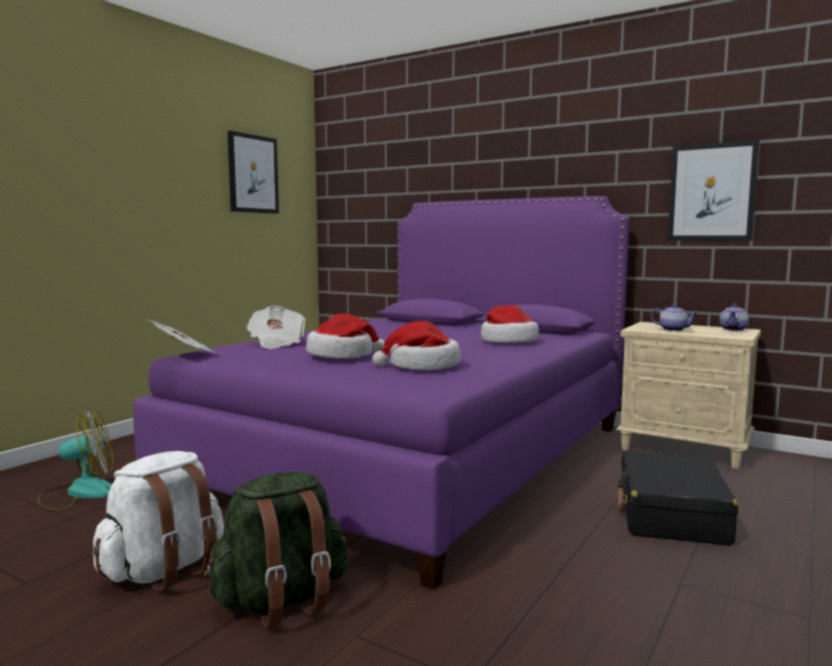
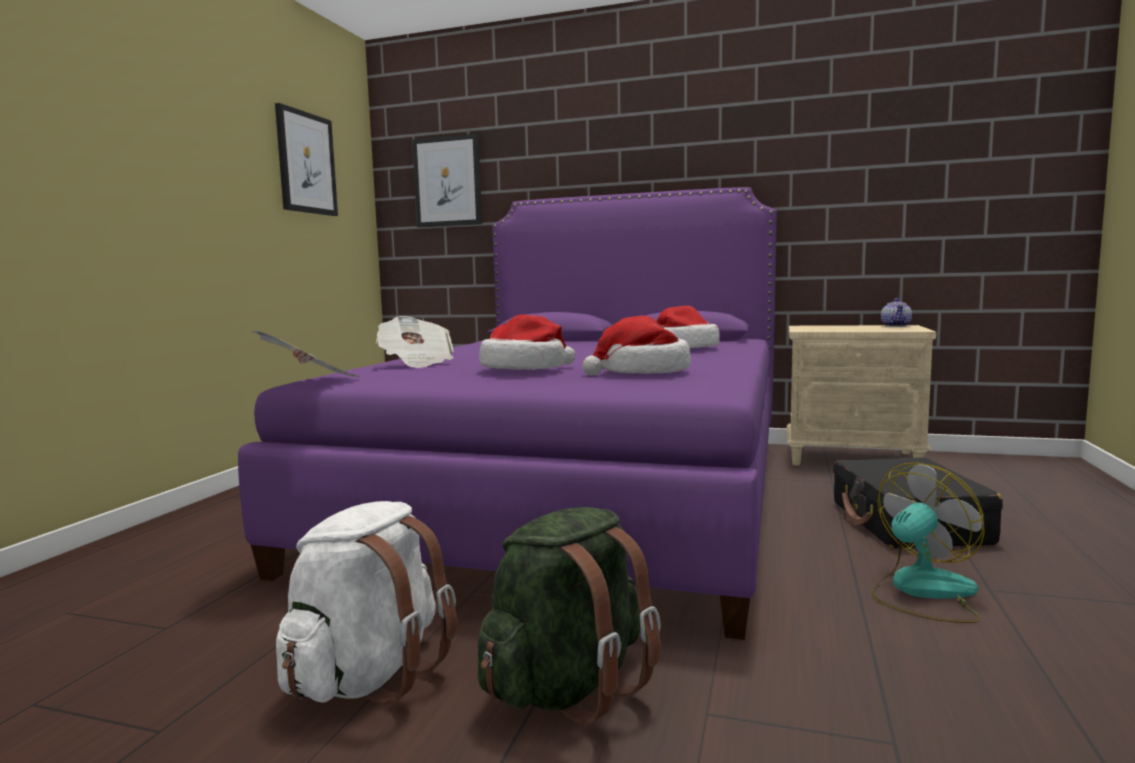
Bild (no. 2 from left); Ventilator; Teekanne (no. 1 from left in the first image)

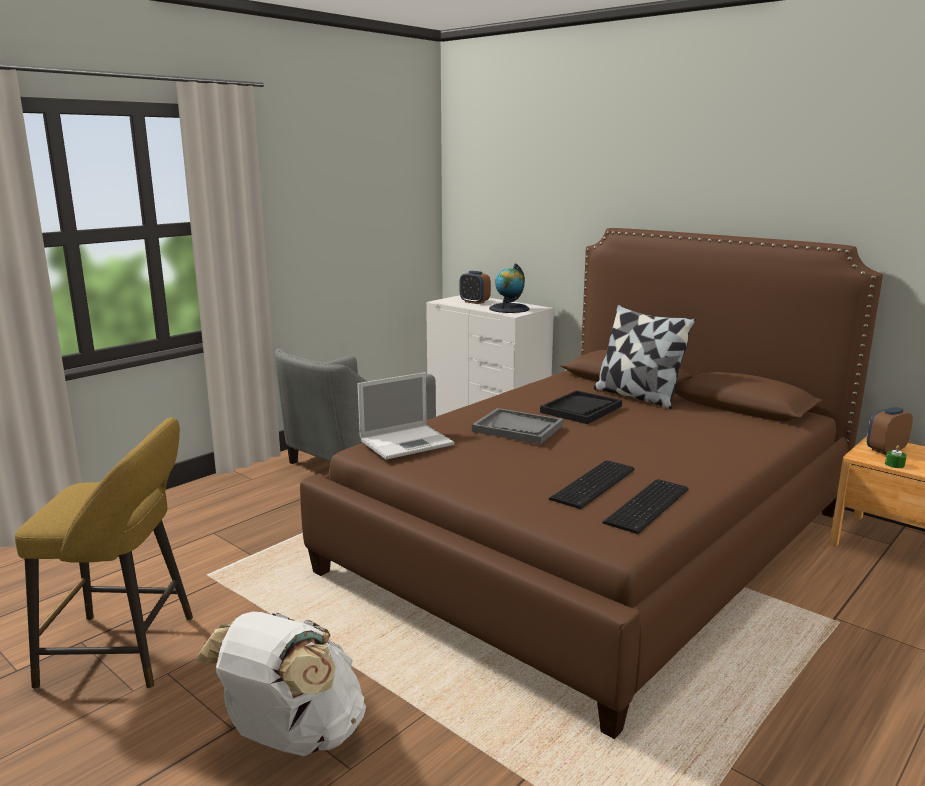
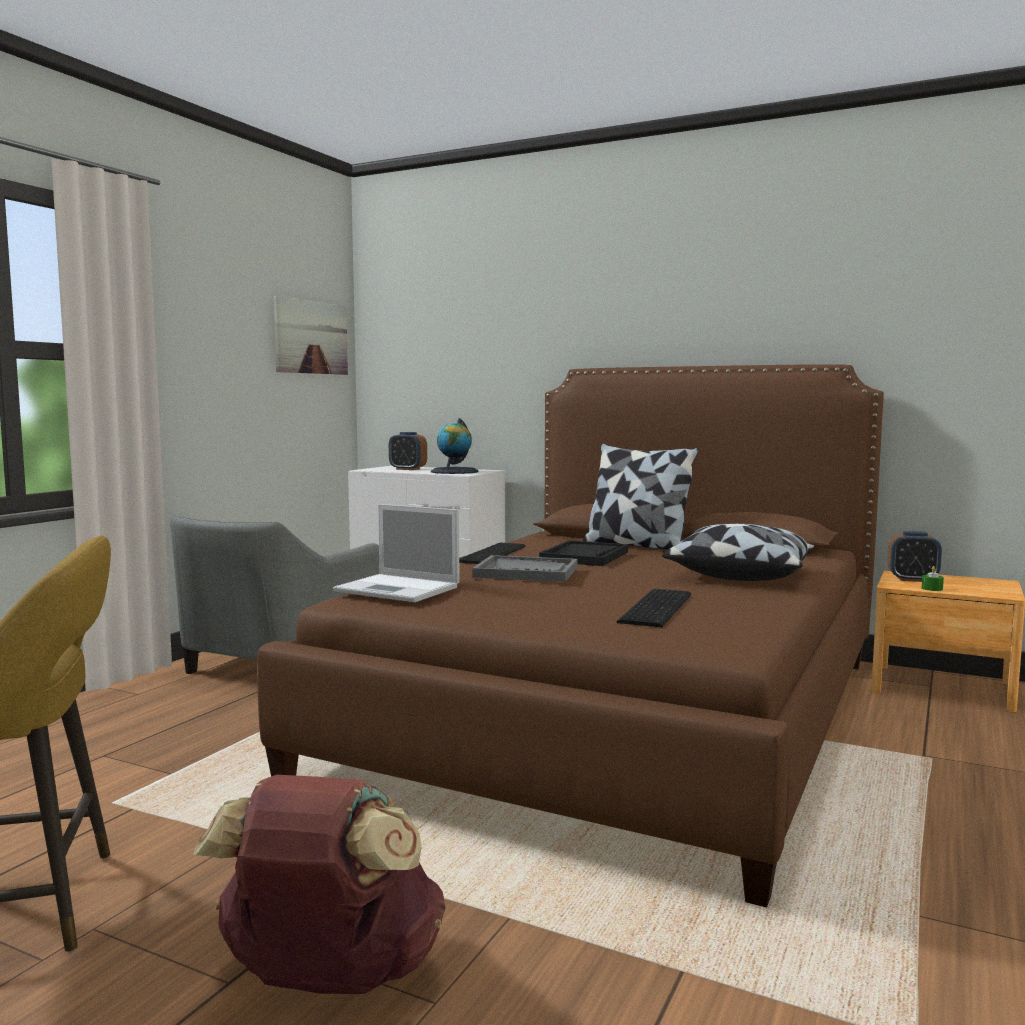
Rucksack (braun); Bild; Laptop; Tastatur (no. 1 from left); Kissen (no. 2 from left); Wecker (no. 2 from left)

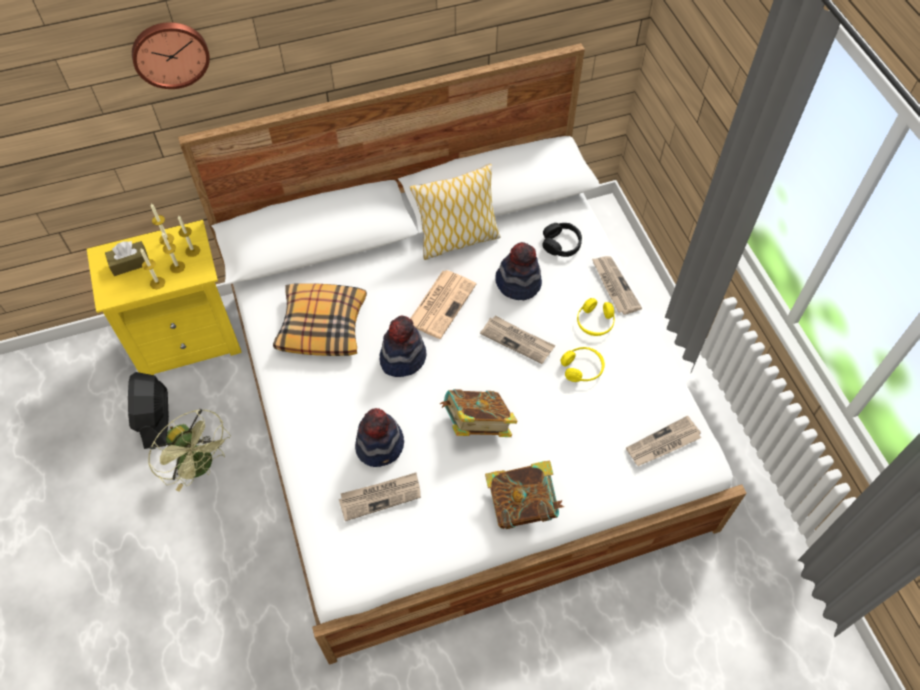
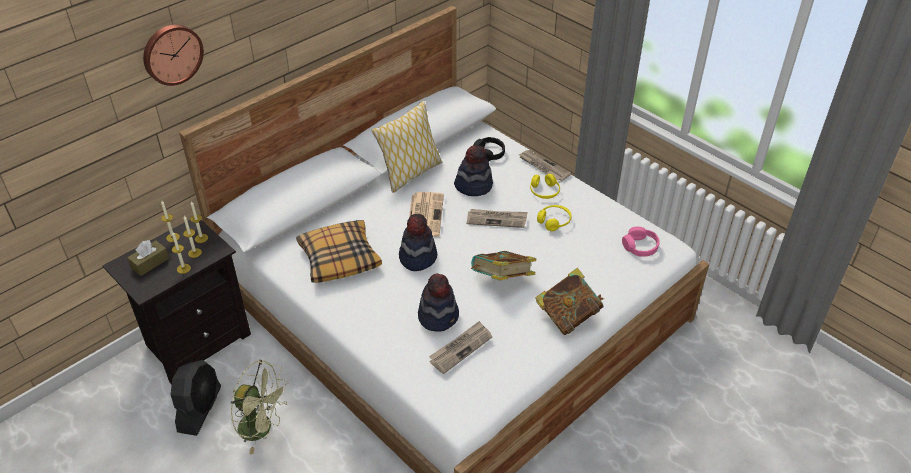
Nachttisch (schwarz); Ventilator (schwarz); Kopfhörer (rosa)

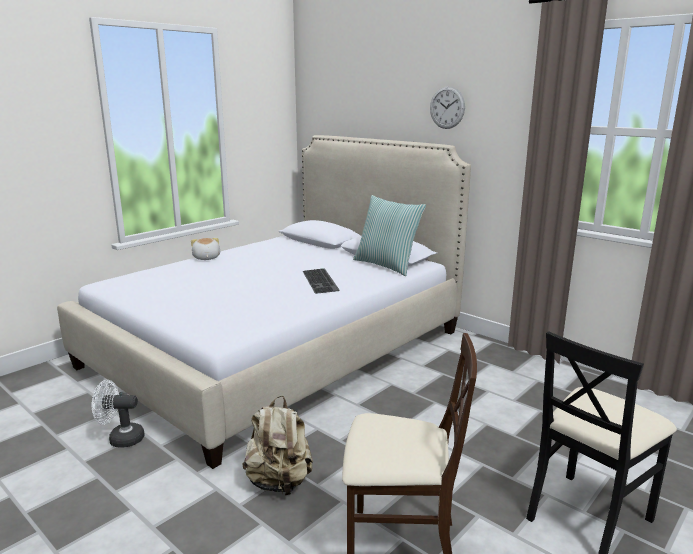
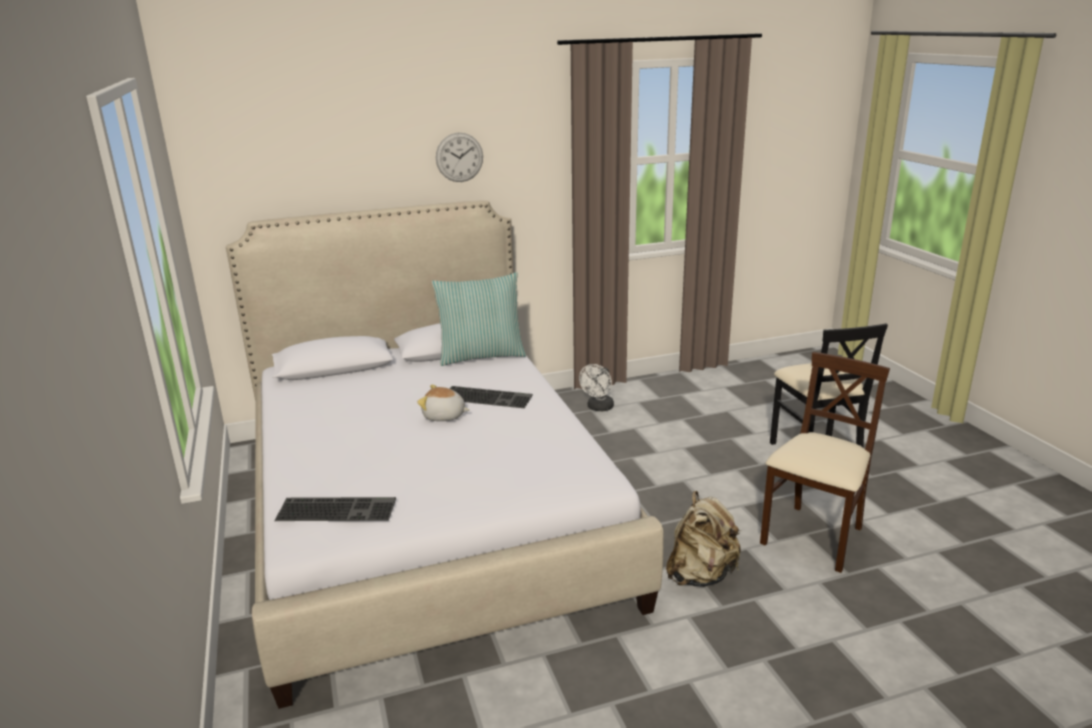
Tastatur (no. 1 from left); Plüschtier; Ventilator (weiß)

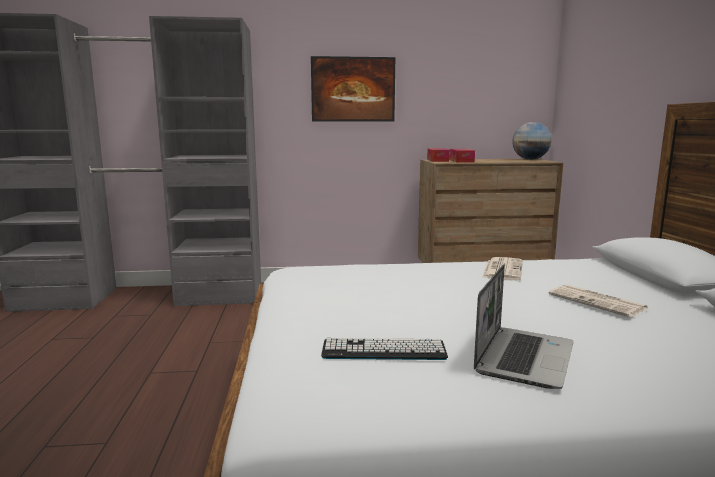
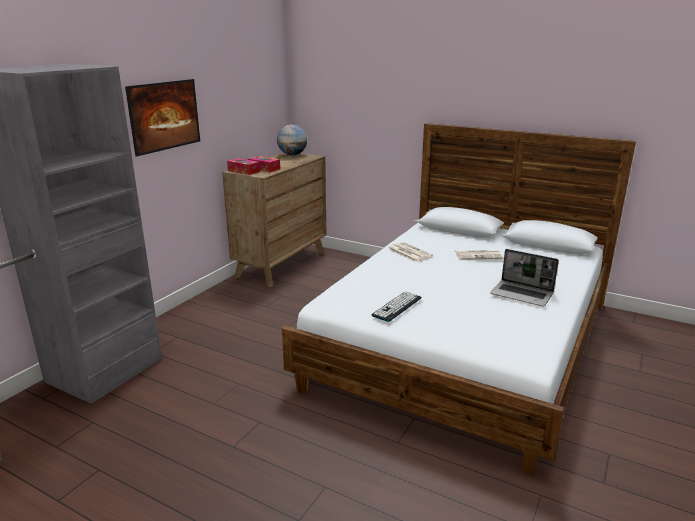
Tastatur; Laptop

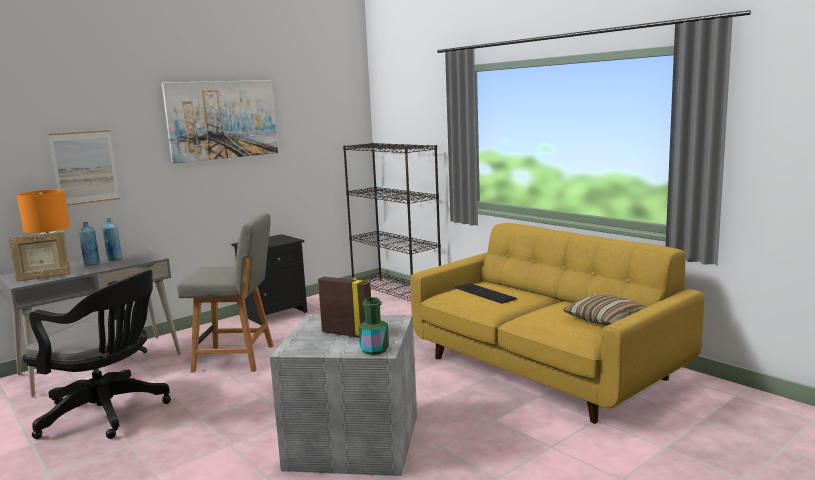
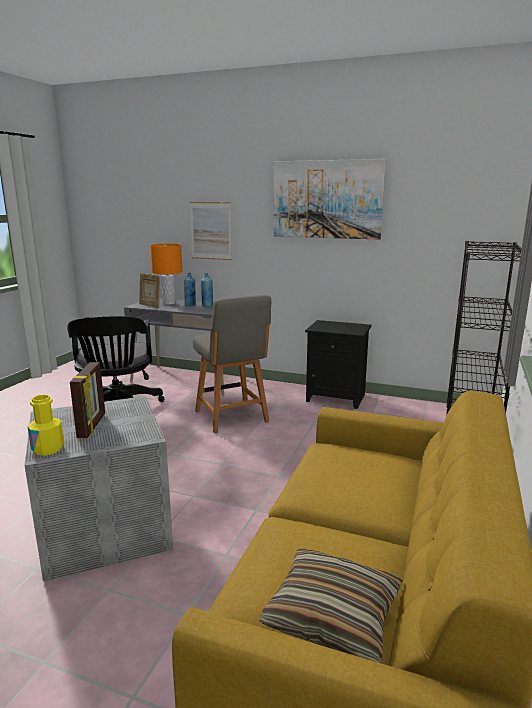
Flasche (gelb); Tastatur

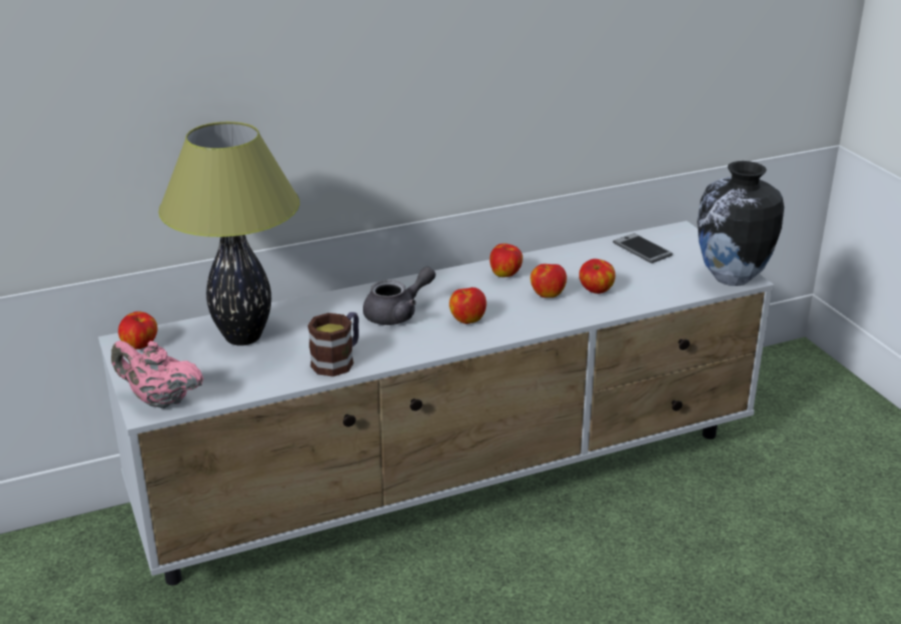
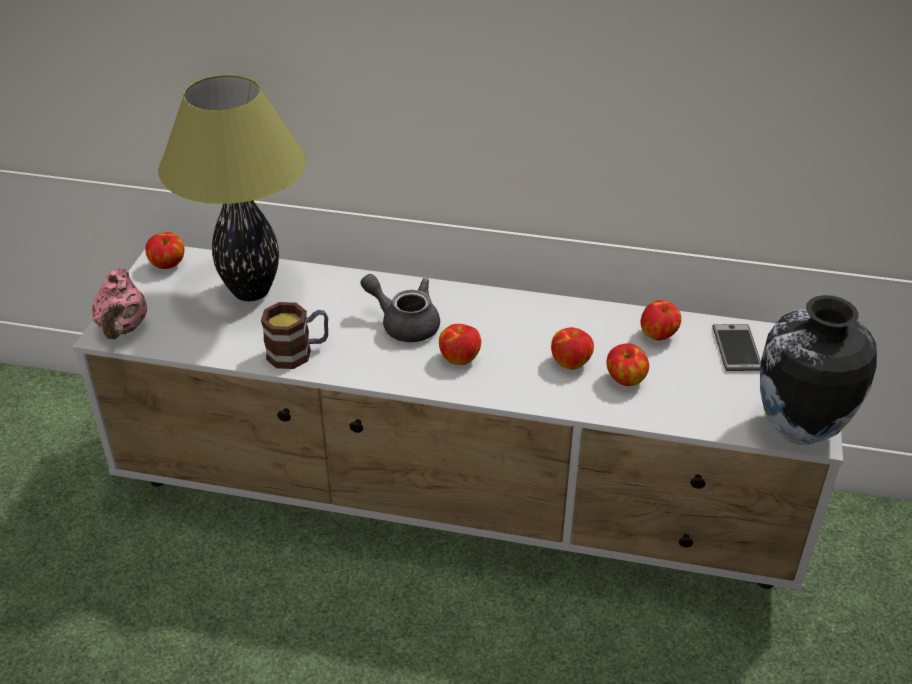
Teekanne (rosa); Teekanne (grau); Apfel (no. 5 from left)

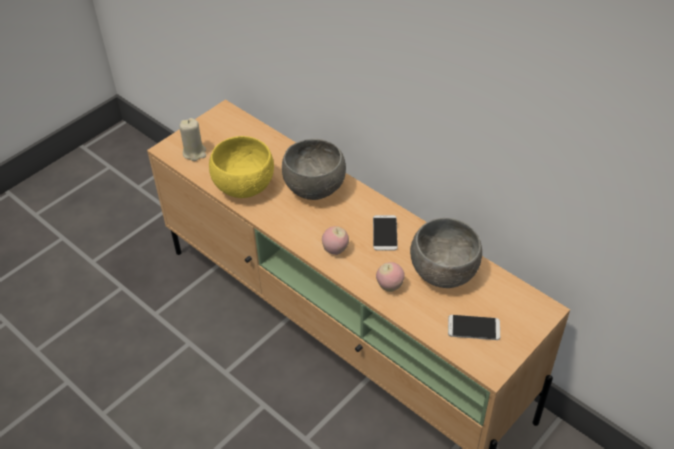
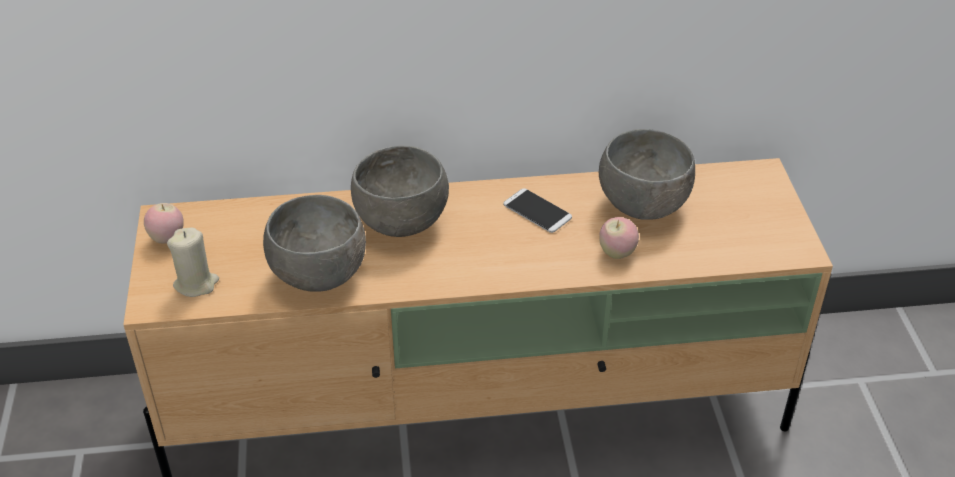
Apfel (no. 1 from left); Schüssel (grau) (no. 1 from left); Handy (no. 2 from left in the first image)

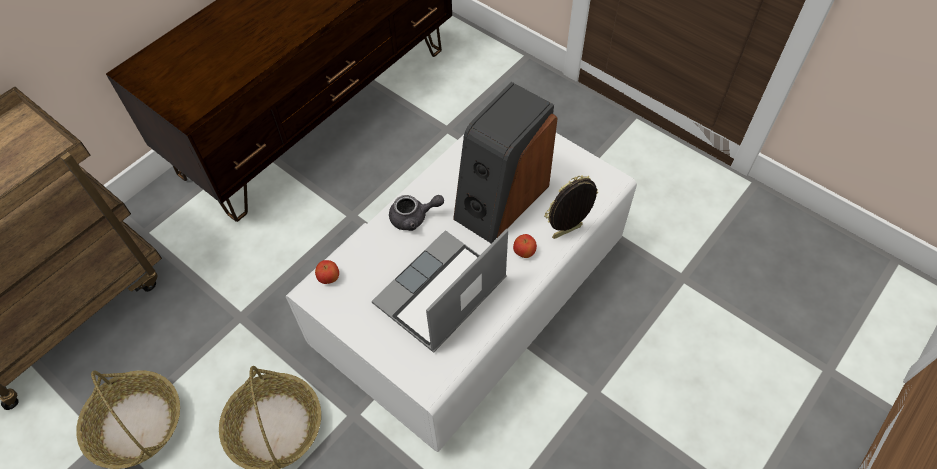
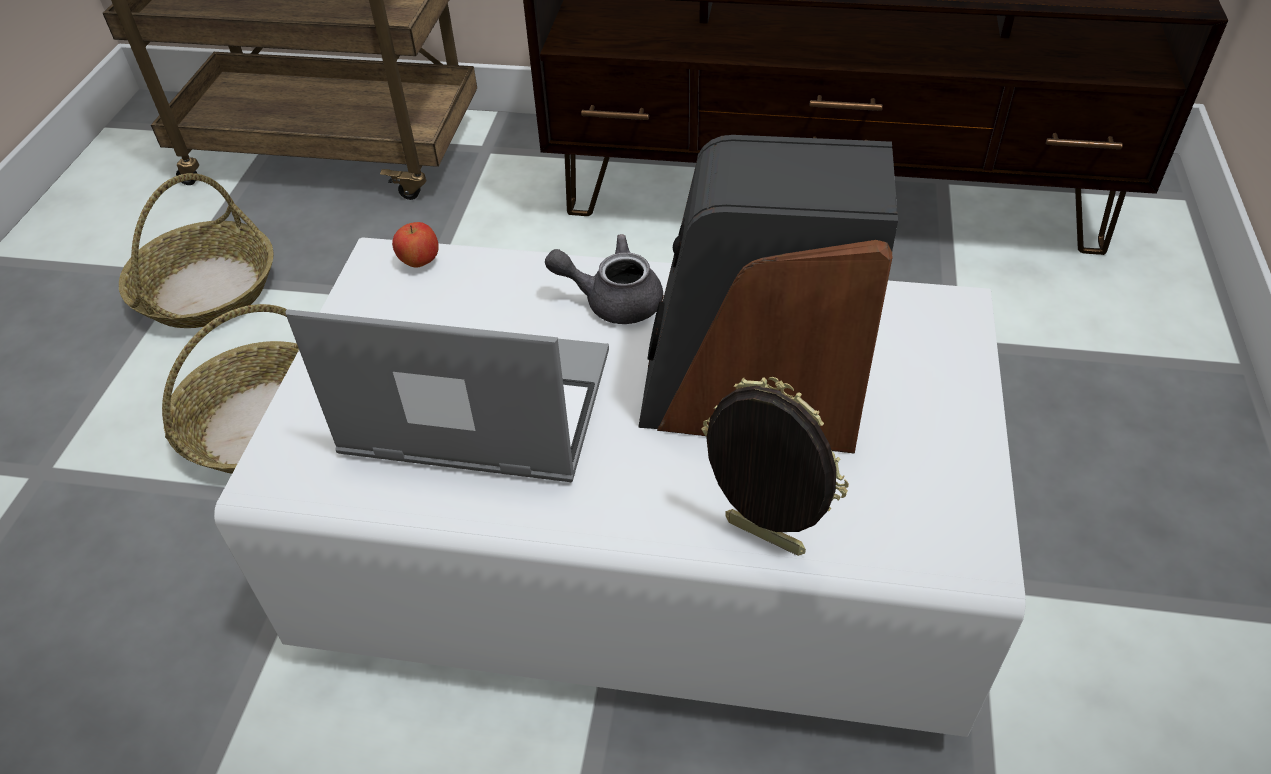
Teekanne (grau); Apfel (no. 2 from left in the first image)

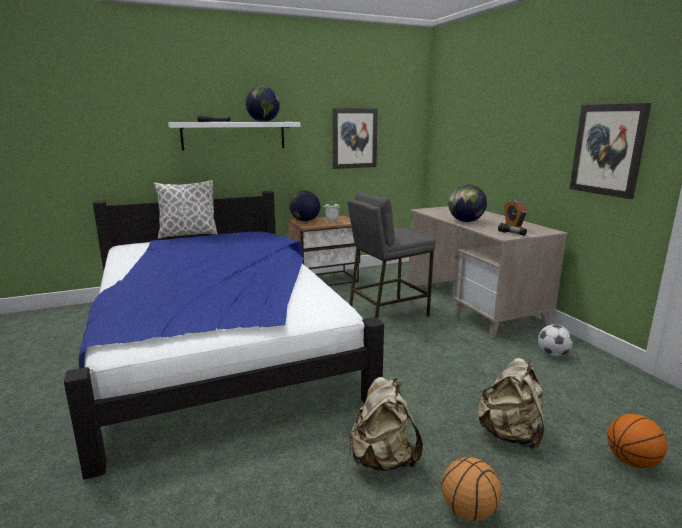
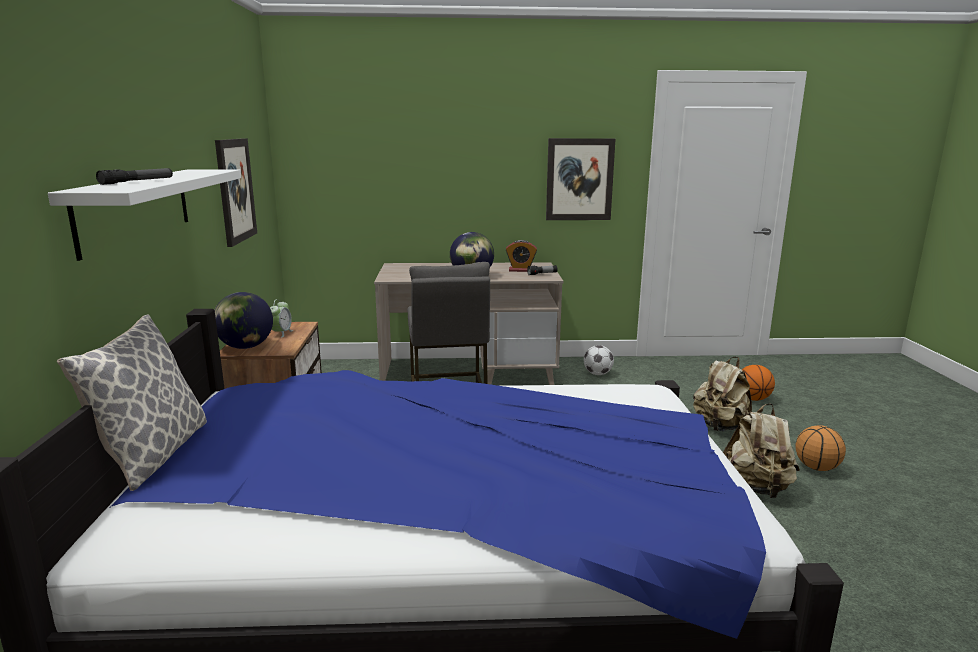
Globus (no. 1 from left in the first image)

